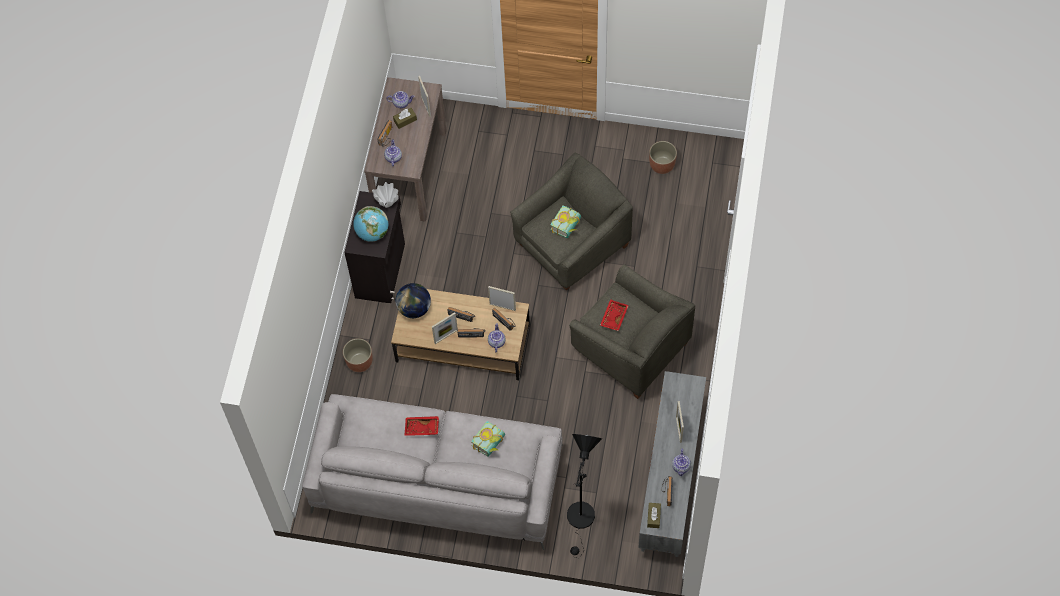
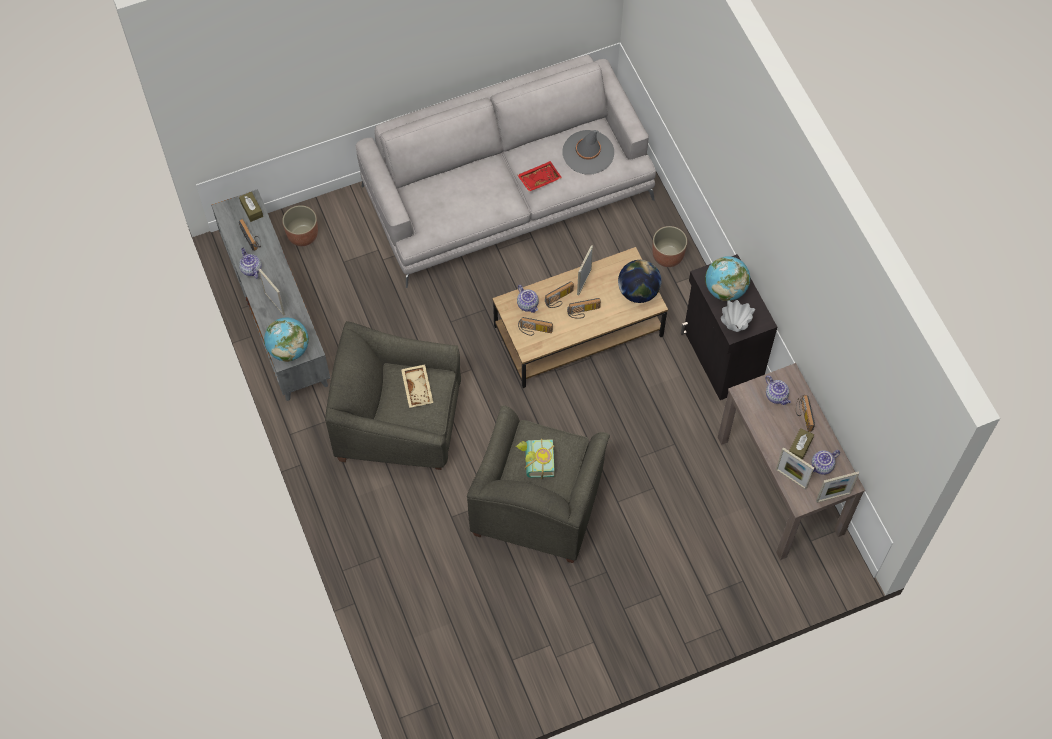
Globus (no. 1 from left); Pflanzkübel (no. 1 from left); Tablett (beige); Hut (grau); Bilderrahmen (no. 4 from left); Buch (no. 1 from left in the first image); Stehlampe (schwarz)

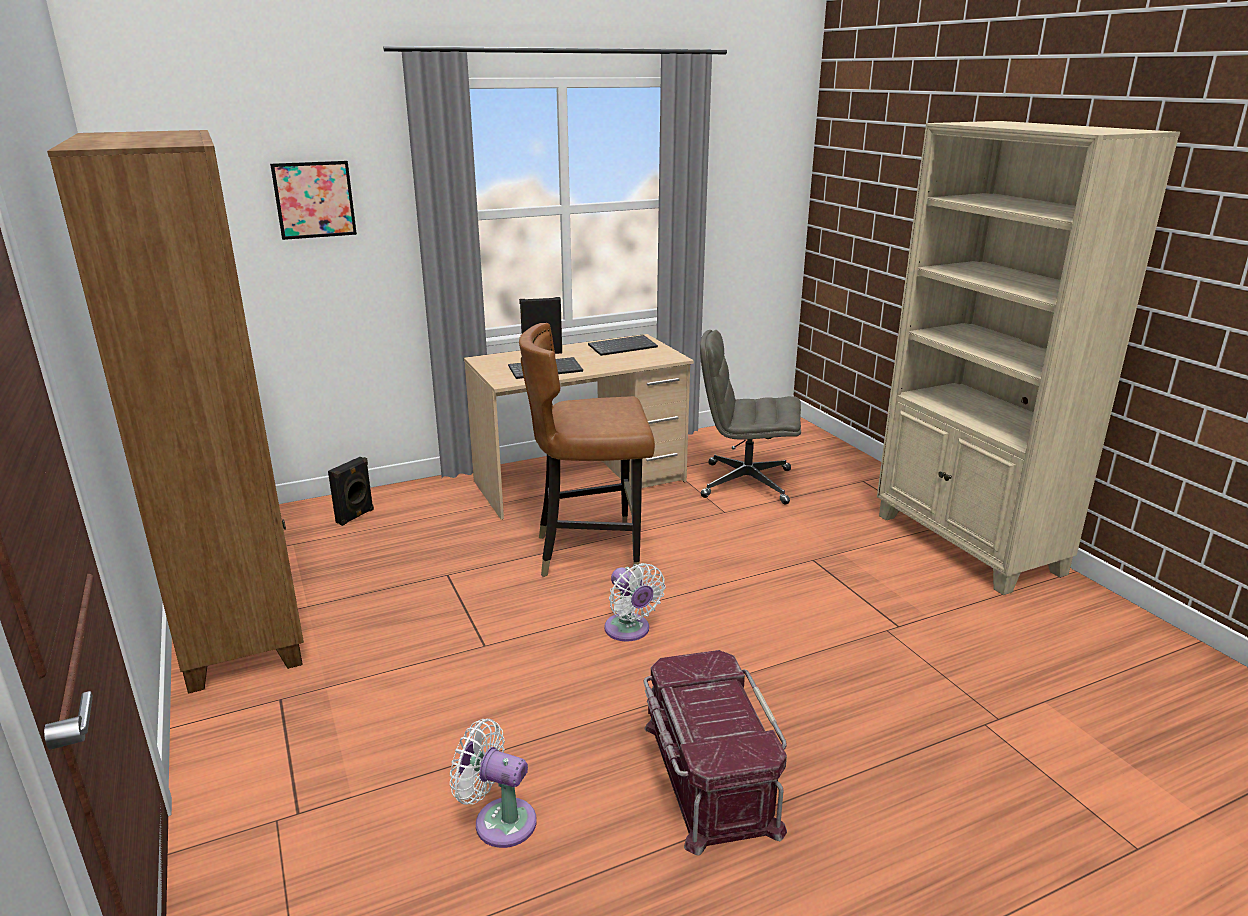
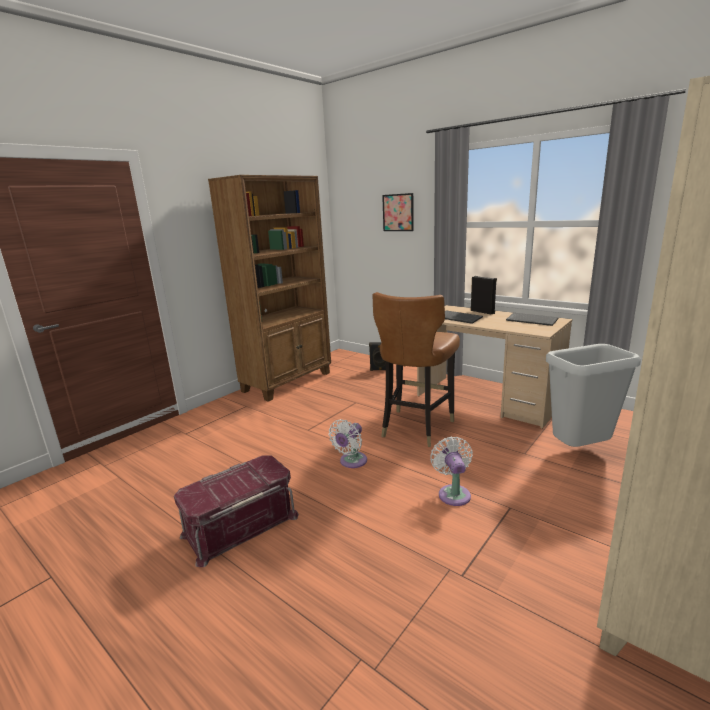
Stuhl (braun); Ventilator (weiß) (no. 2 from left); Mülleimer (grau)

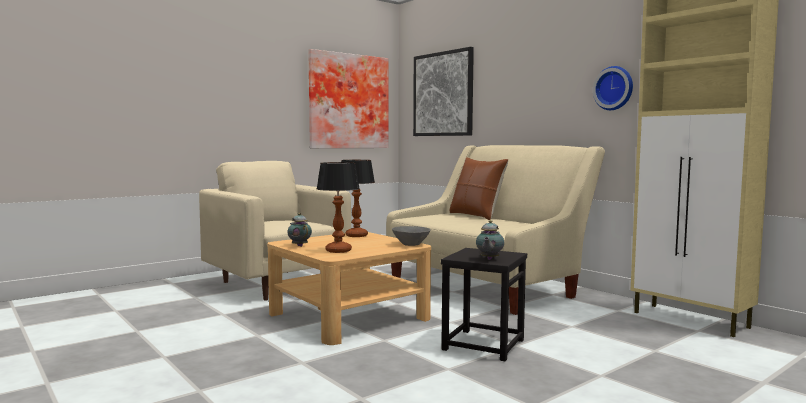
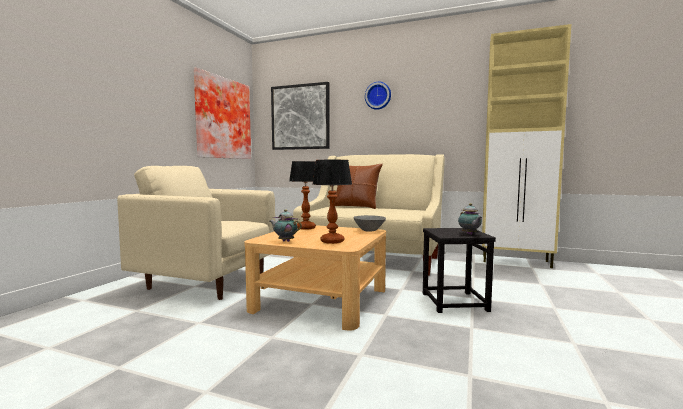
Wanduhr

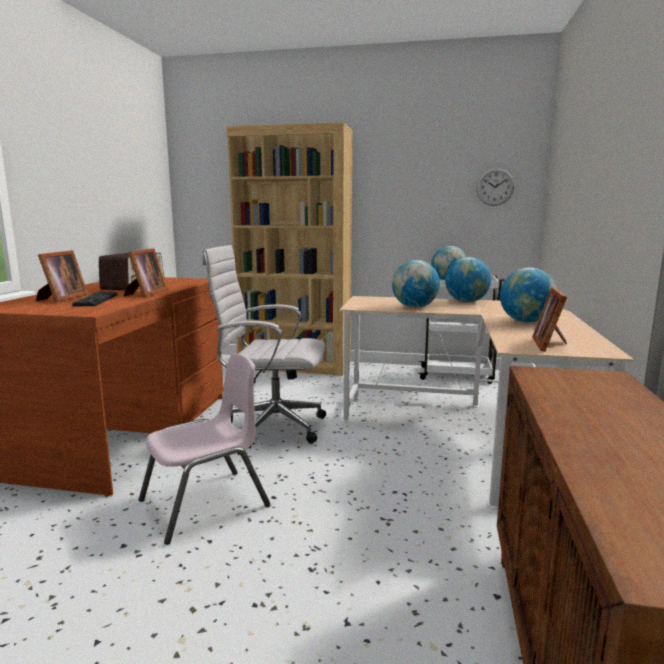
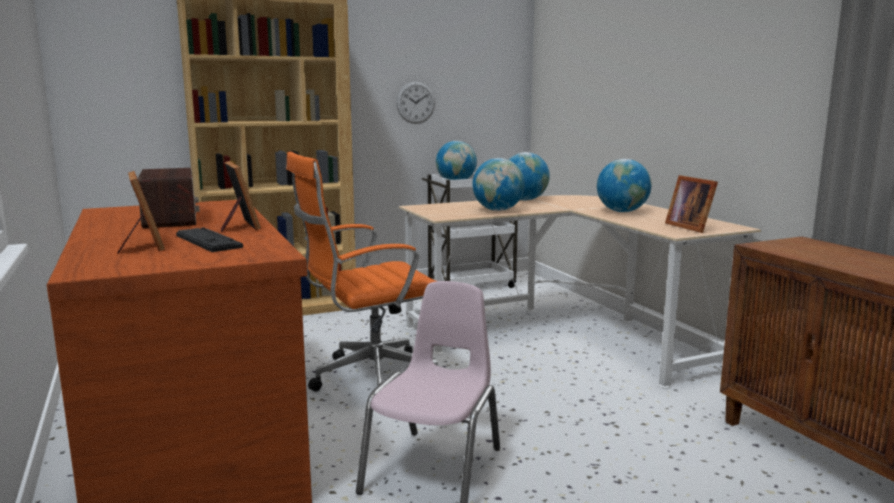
Bürostuhl (orange); Wanduhr

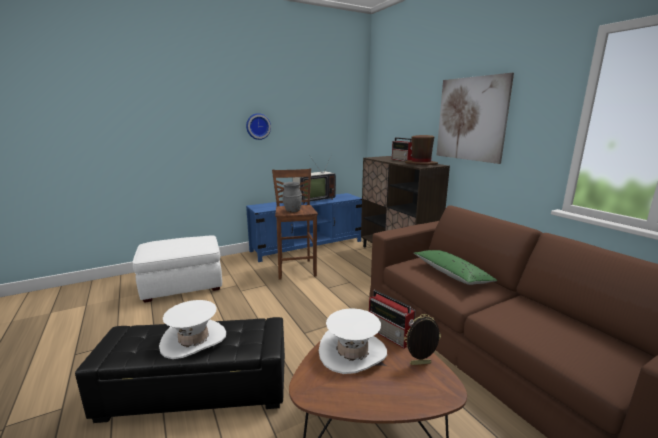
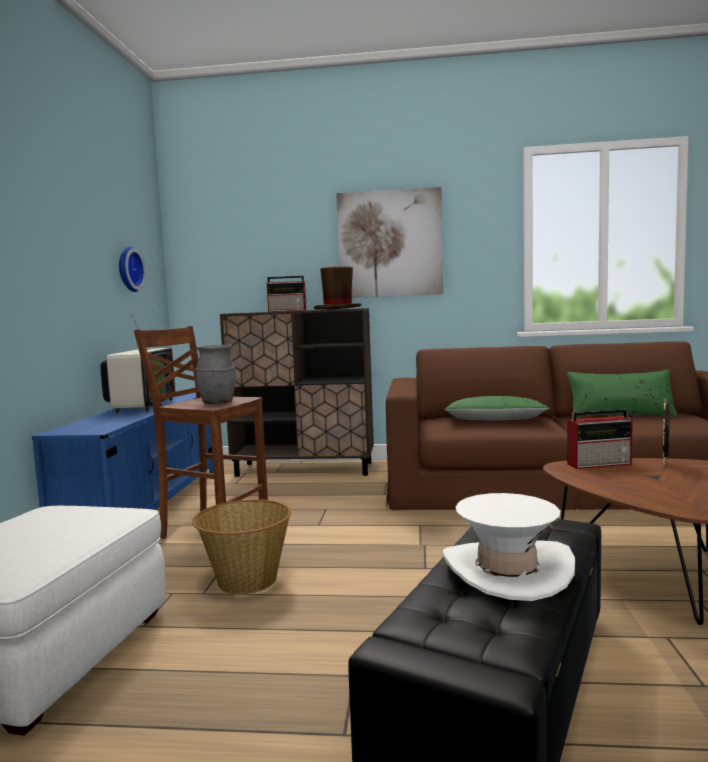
Wanduhr; Korb; Kissen (grün) (no. 2 from left); Hut (weiß) (no. 2 from left in the first image)

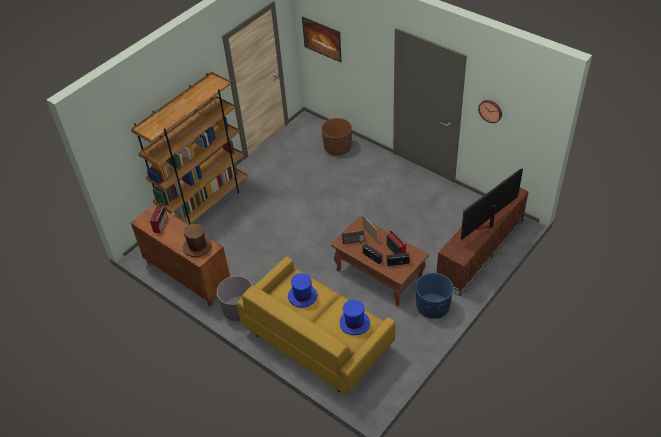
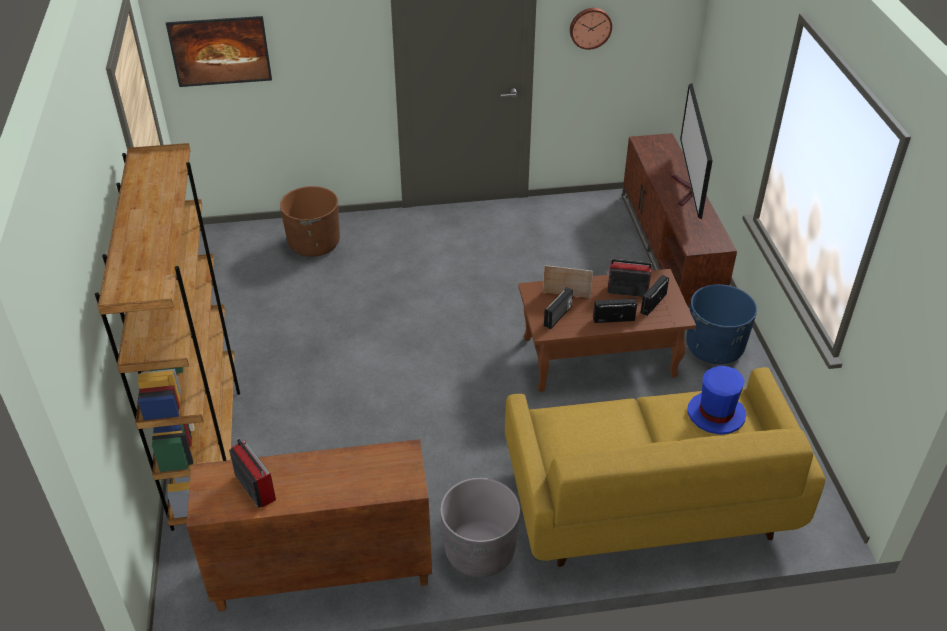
Hut (braun); Hut (blau) (no. 1 from left in the first image)

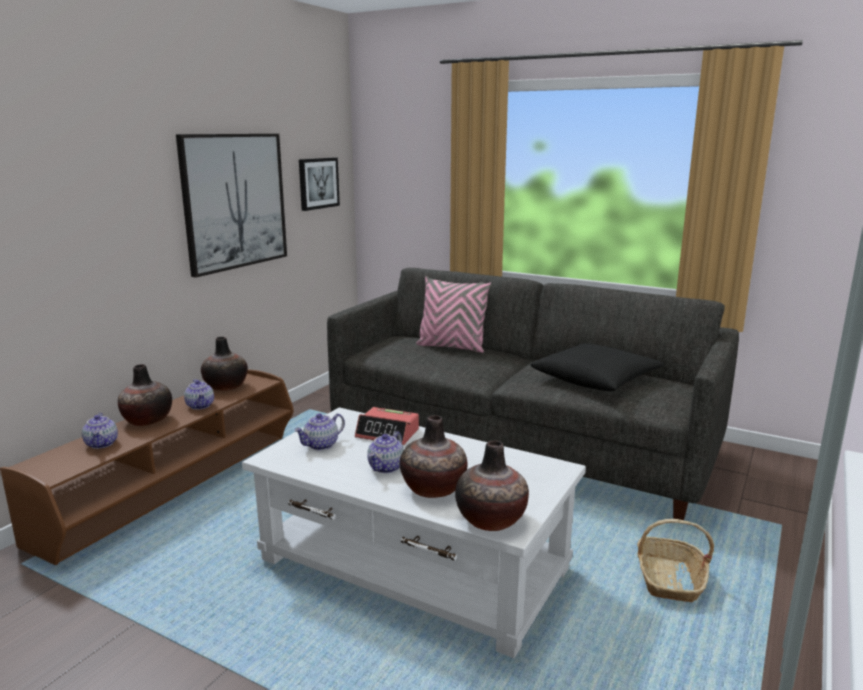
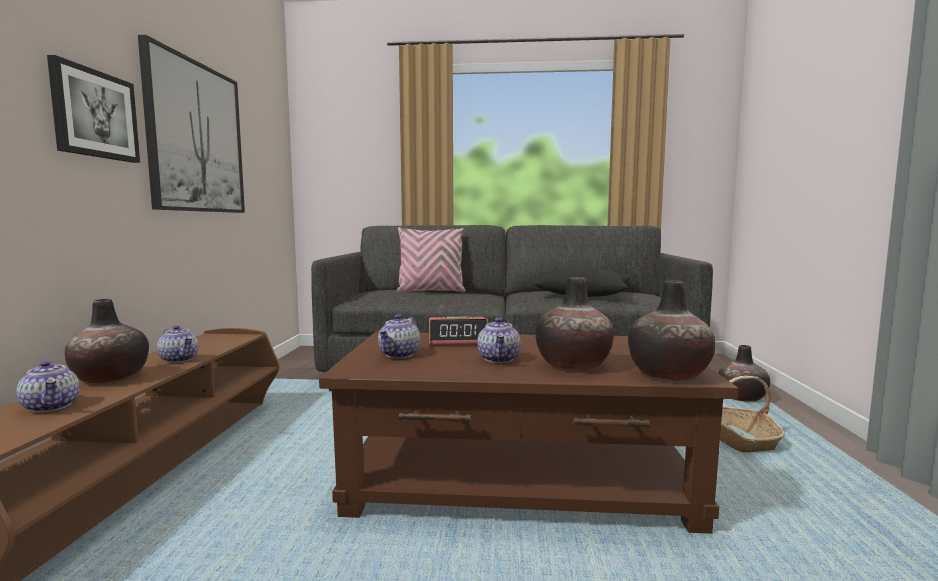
Bild (no. 1 from left); Couchtisch (braun); Vase (no. 4 from left)

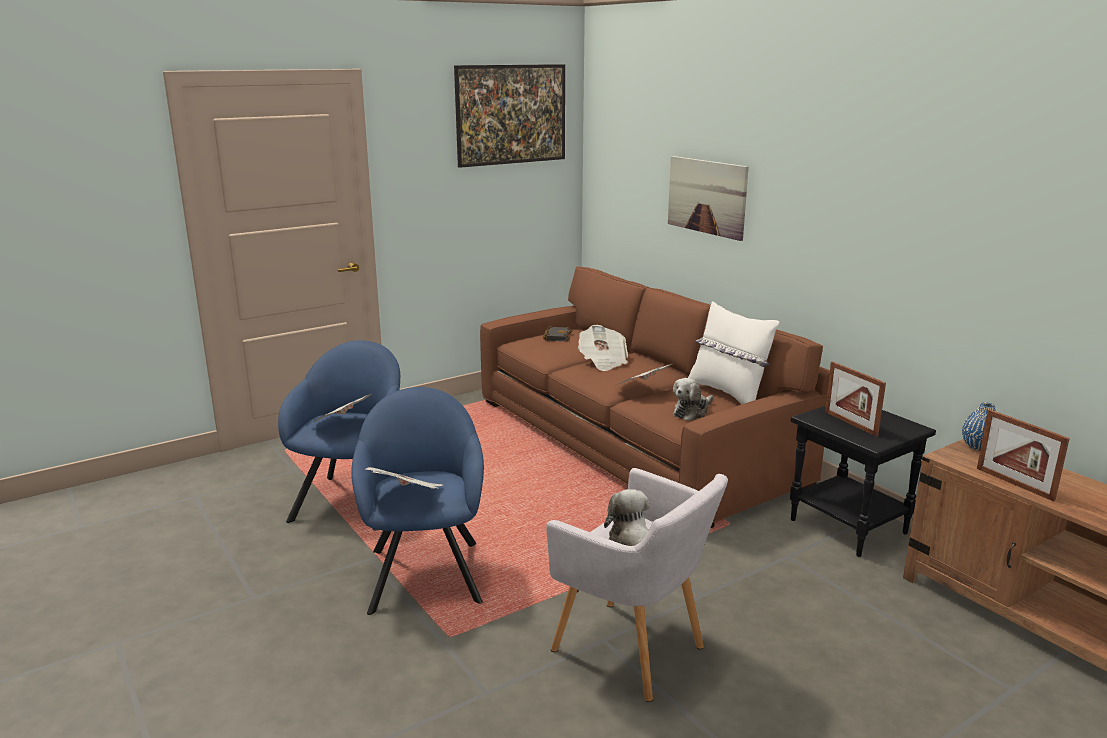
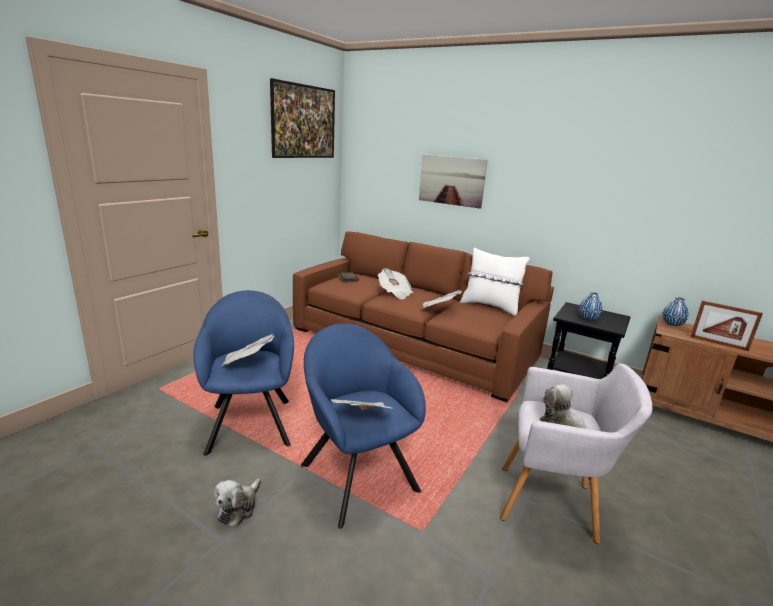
Plüschtier (no. 1 from left); Vase (blau) (no. 1 from left)

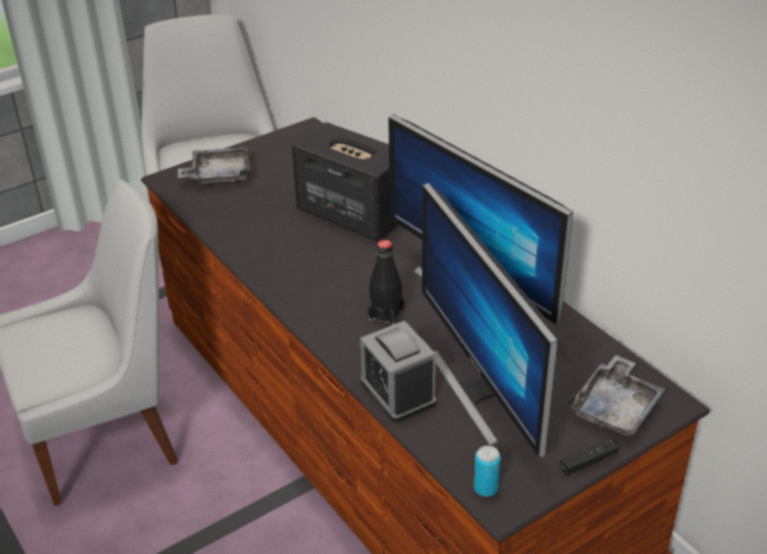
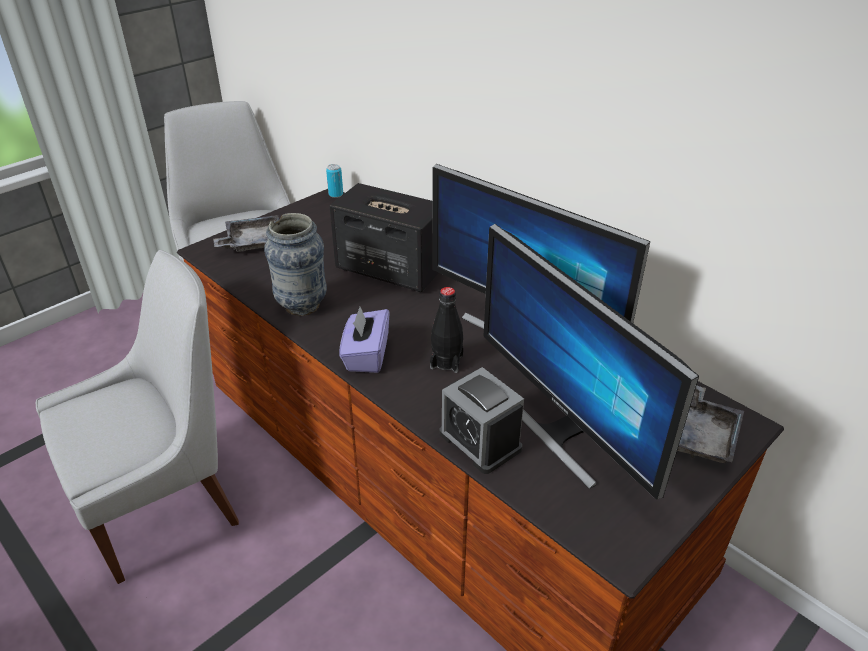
Vase; Dose; Taschentuchbox (lila); Gamepad (schwarz)

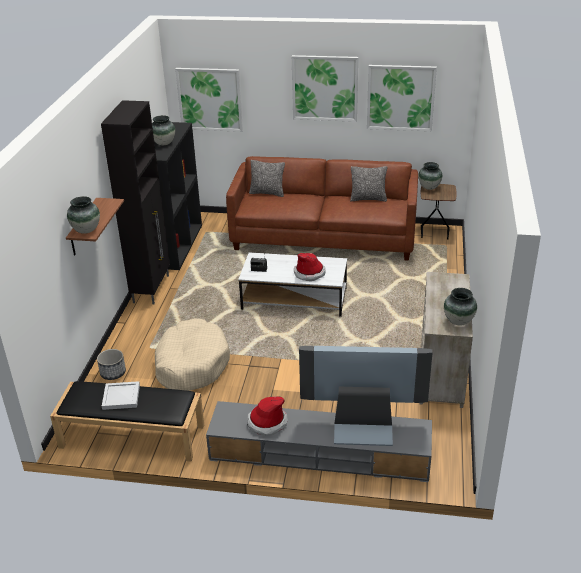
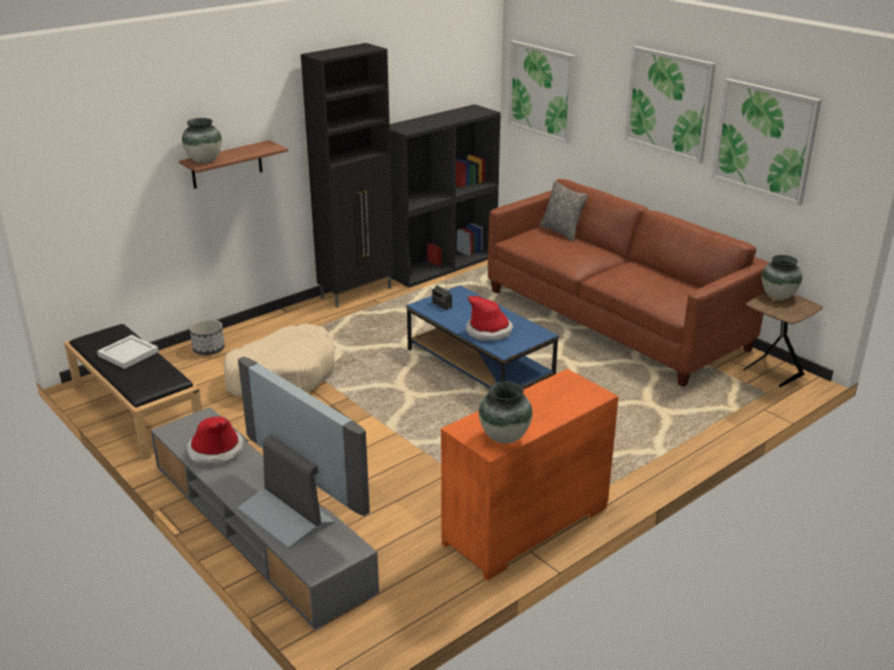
Couchtisch (blau); Kommode (orange); Vase (no. 2 from left in the first image); Kissen (no. 2 from left in the first image)

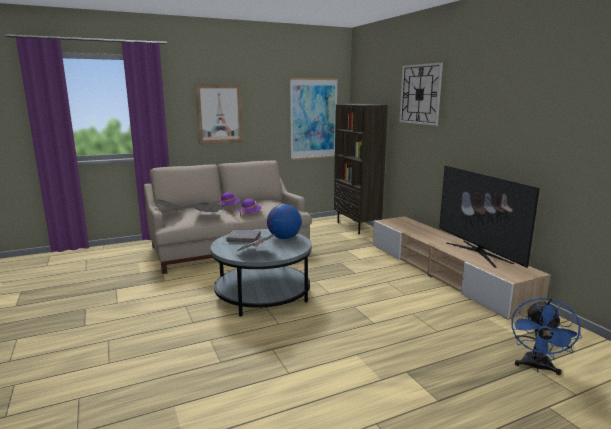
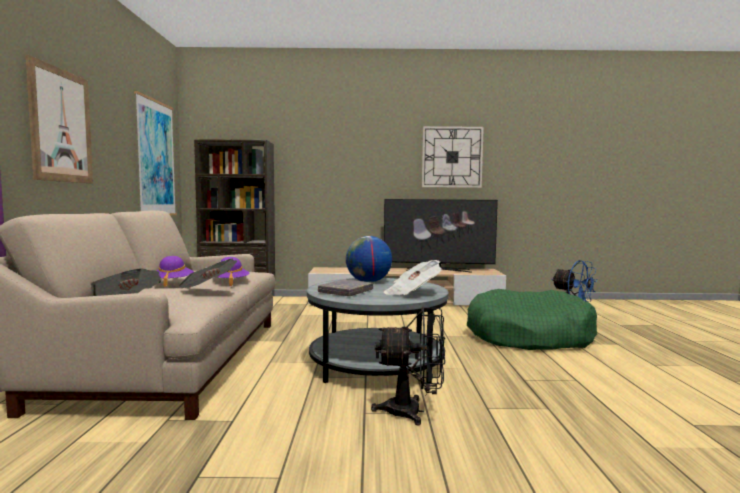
Ventilator (schwarz); Wanduhr; Hundebett (grün)

